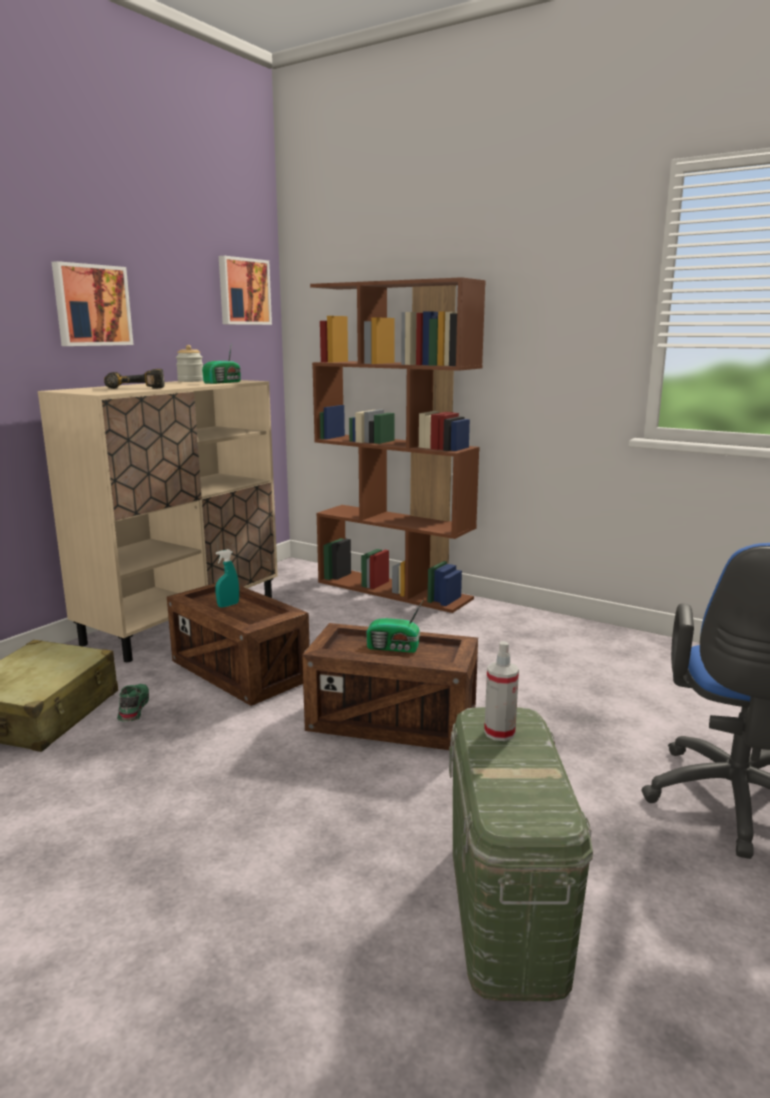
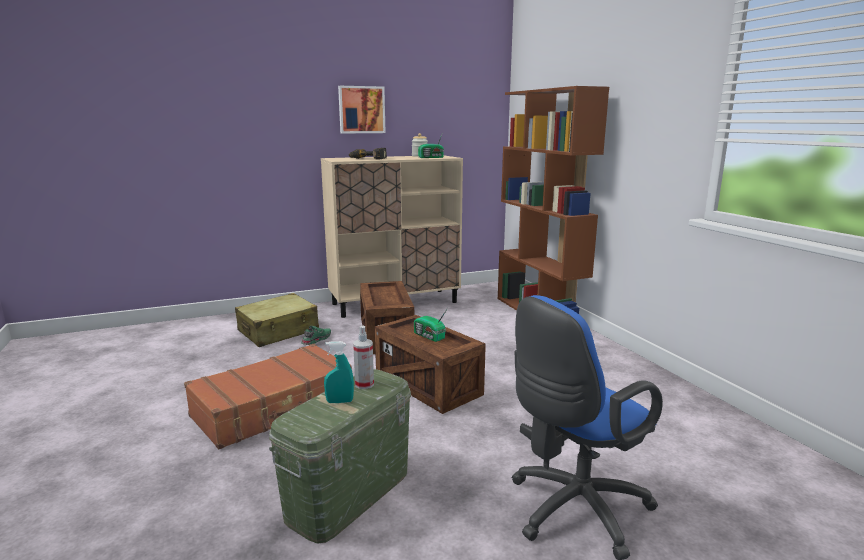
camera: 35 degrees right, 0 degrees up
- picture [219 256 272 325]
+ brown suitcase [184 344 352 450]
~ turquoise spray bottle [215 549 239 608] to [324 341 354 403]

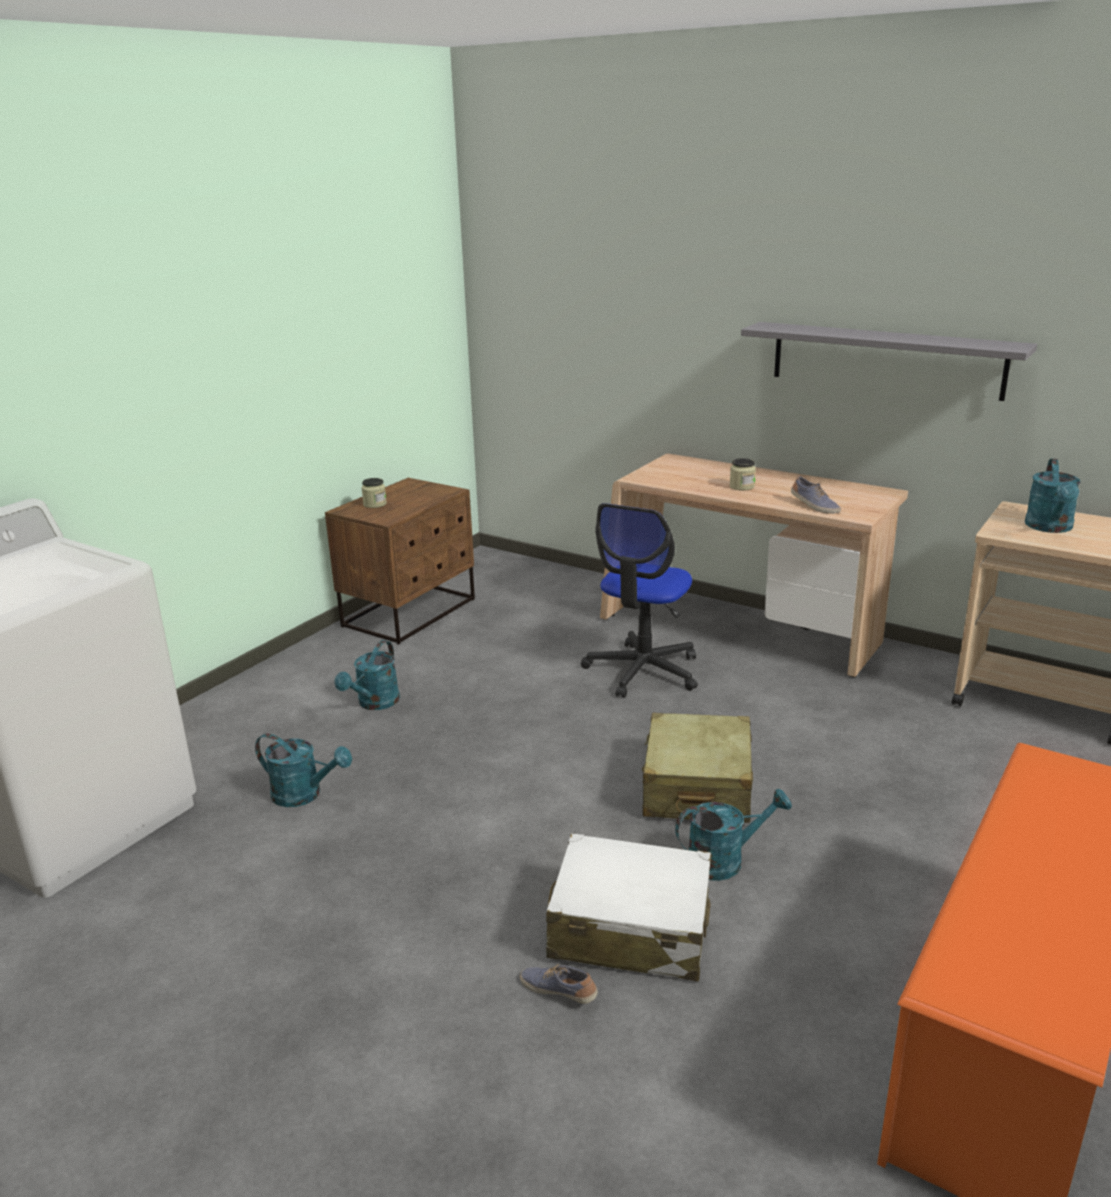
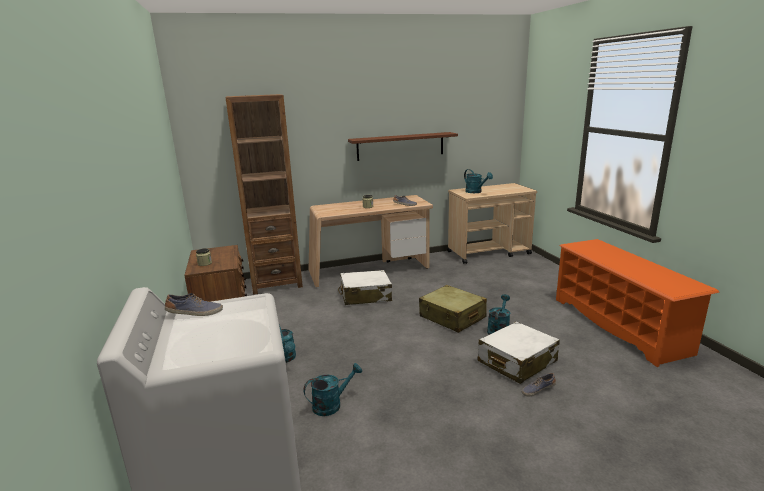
camera: 50 degrees left, 5 degrees down
+ shoe [165 293 223 316]
+ brown bookcase [225 94 303 295]
~ office chair [581 503 698 698] to white suitcase [338 270 392 305]
~ grey shelf [741 322 1037 401] to brown shelf [348 132 458 161]

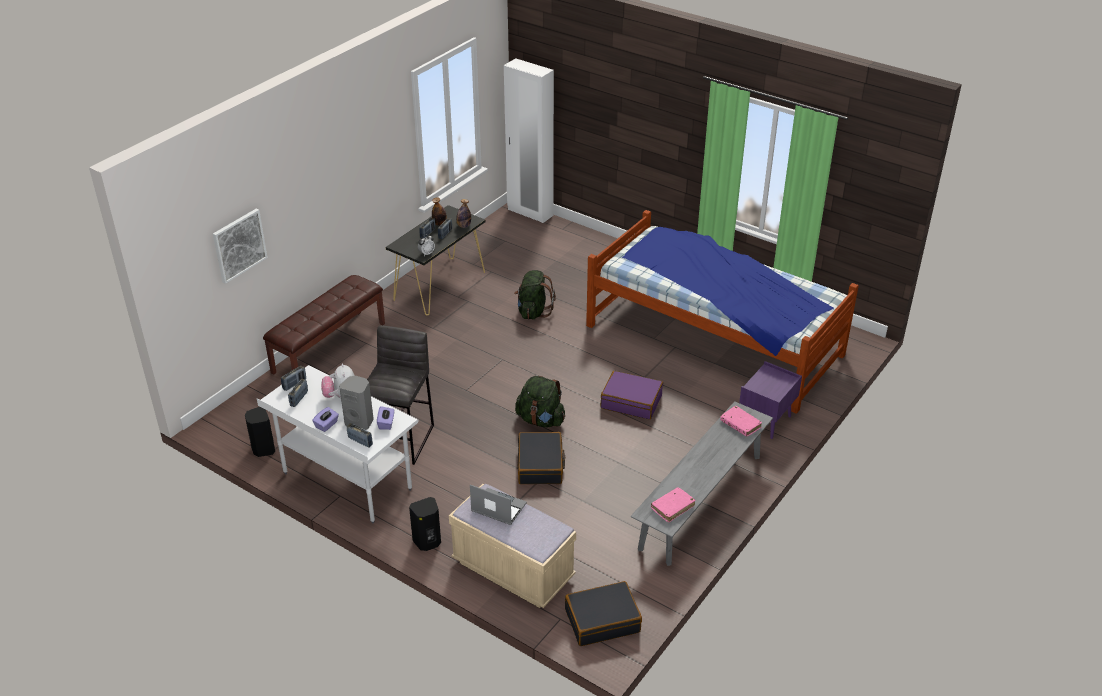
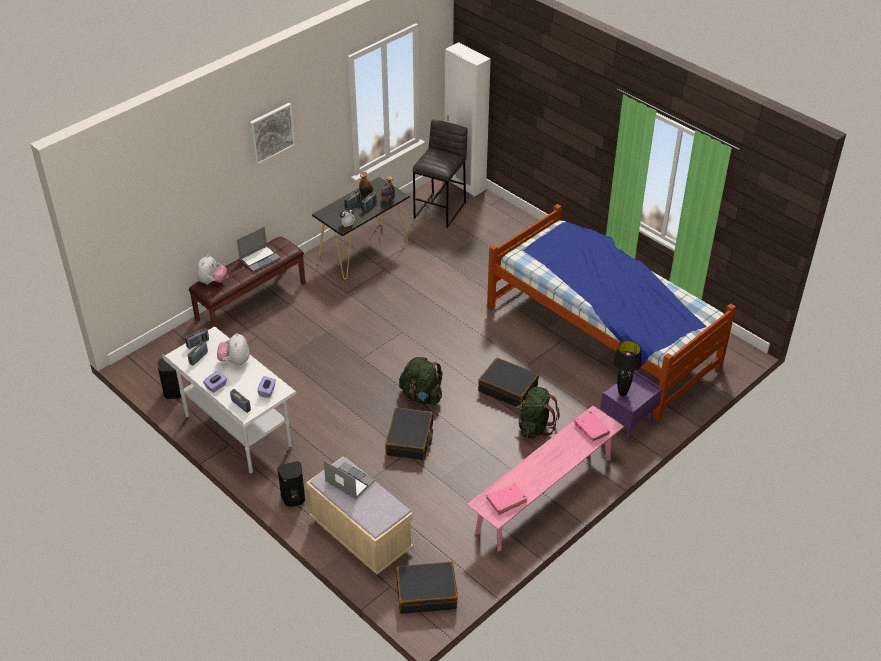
camera: 10 degrees right, 5 degrees up
- grey speaker [339 376 374 430]
+ plush toy [197 255 227 284]
+ laptop [237 227 281 272]
+ black table lamp [613 341 642 396]
~ picture [213 209 268 284] to [250 103 295 165]
~ grey stool [367 325 434 465] to [413 119 467 228]
~ green backpack [514 270 556 320] to [516 387 560 439]
~ purple suitcase [600 371 663 419] to black suitcase [478 358 539 407]
~ grey bench [631 401 773 566] to pink bench [467 406 624 551]

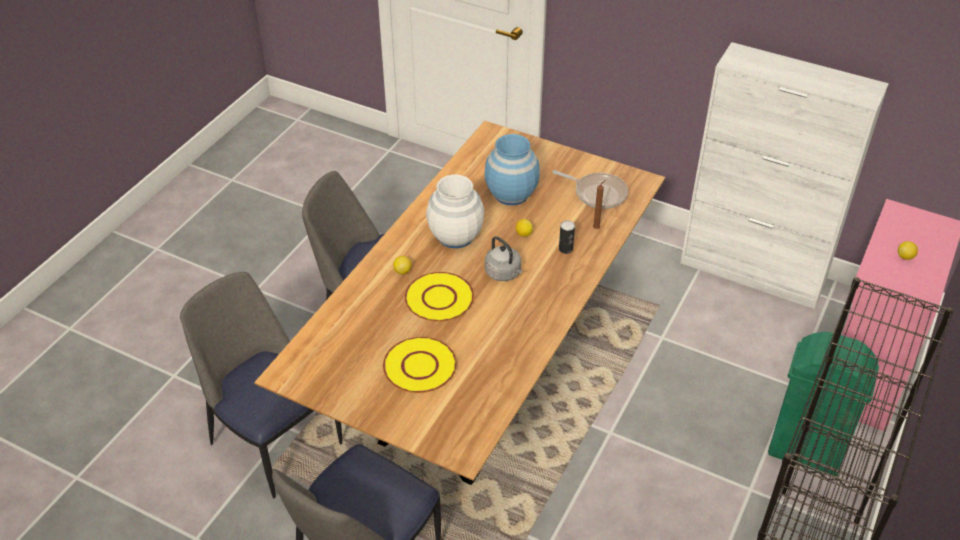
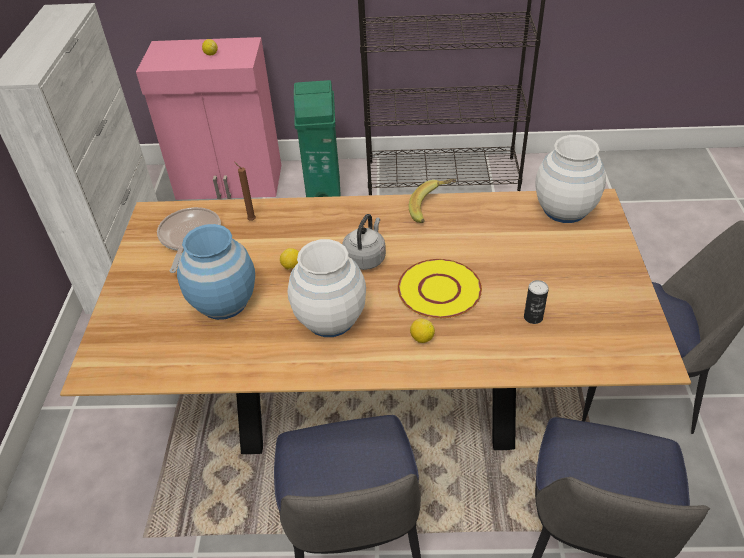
camera: 115 degrees left, 0 degrees up
- yellow plate [383 337 457 393]
+ banana [409 179 456 223]
+ white vase [535 135 606 223]
~ can [559 220 575 254] to [524 280 549 324]

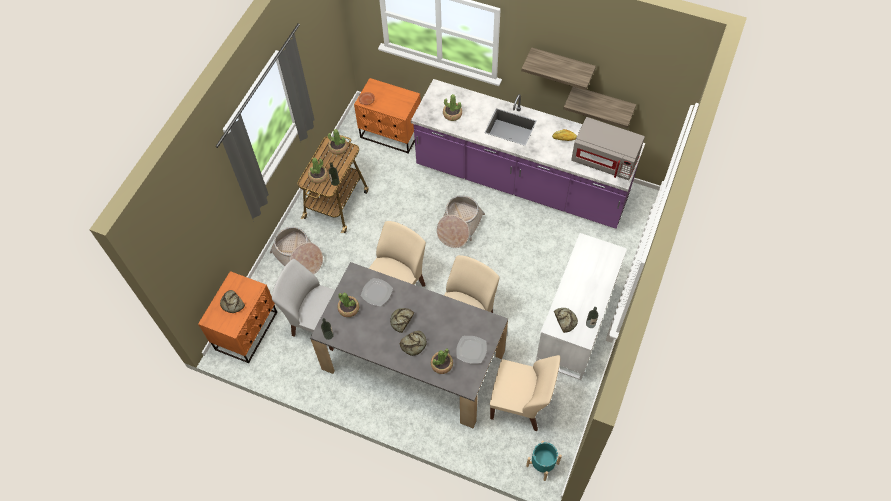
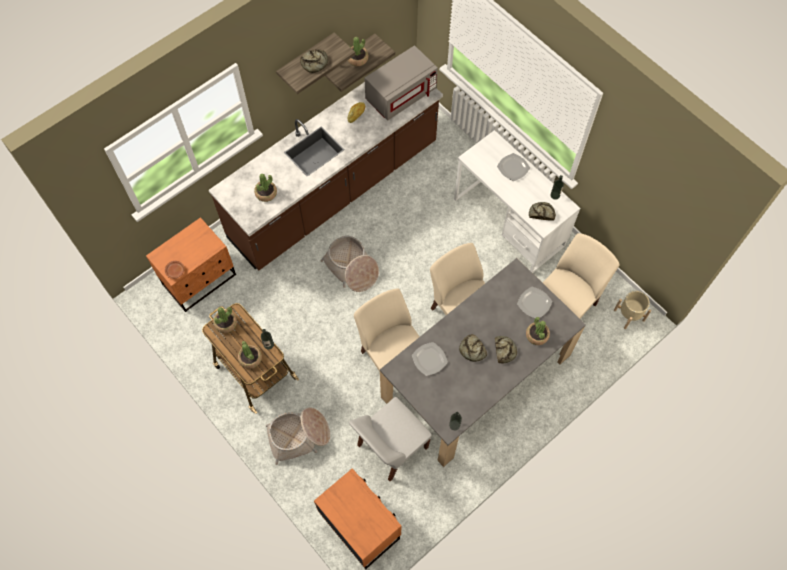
camera: 65 degrees left, 5 degrees up
+ plate [497 153 530 181]
~ bread [220 290 245 313] to [300 49 328 73]
~ potted plant [338 293 359 317] to [348 37 369 66]
~ purple counter [411 79 645 229] to brown counter [209 82 443 270]
~ turquoise planter [526 441 562 481] to beige planter [614 291 651 329]

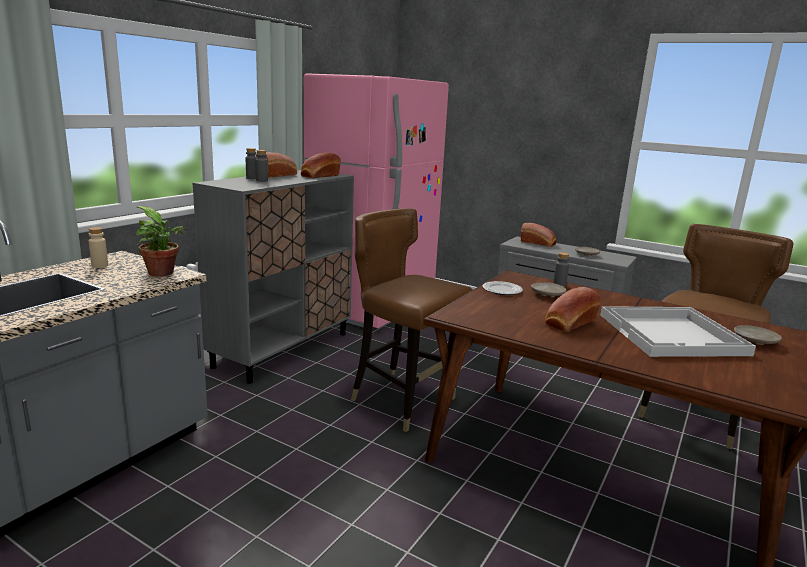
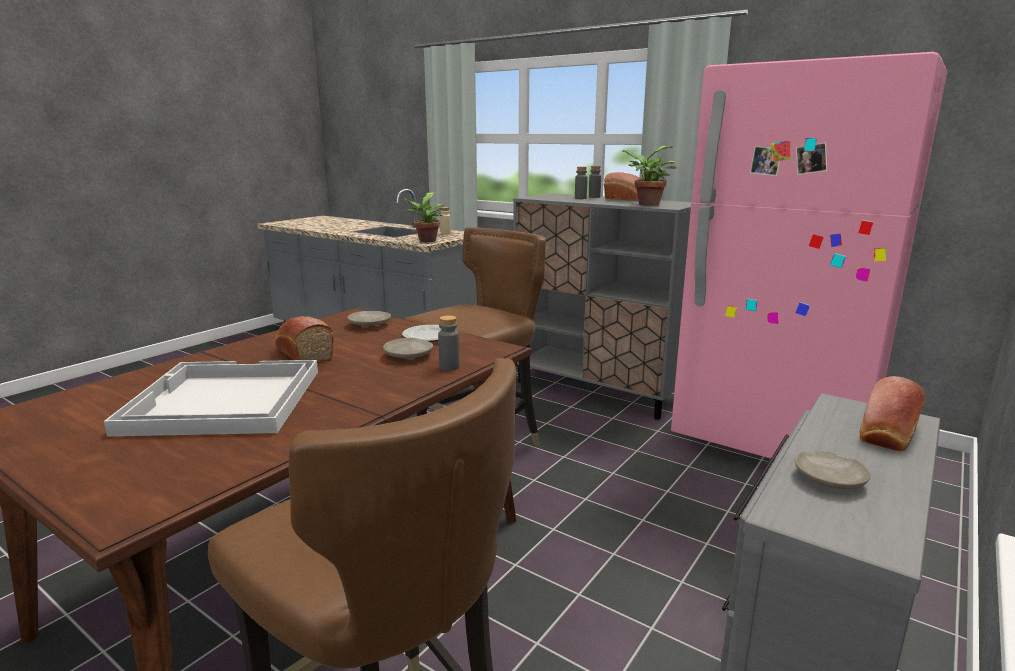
camera: 95 degrees right, 0 degrees up
~ beige plate [734 325 782 345] to [348 311 391 328]
~ bread [301 152 341 178] to potted plant [622 146 677 206]

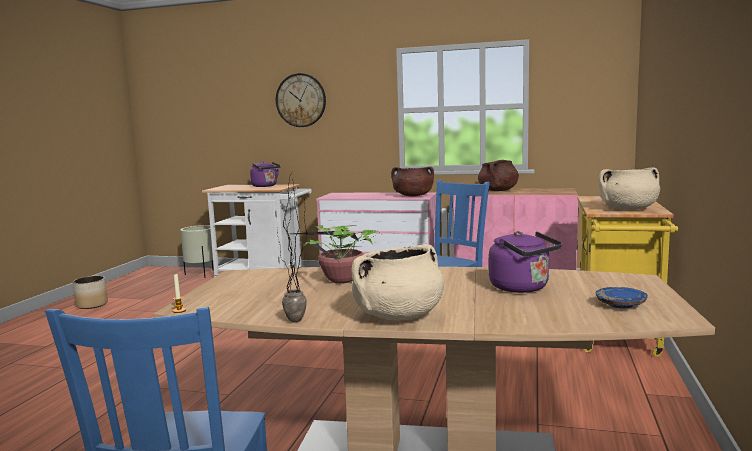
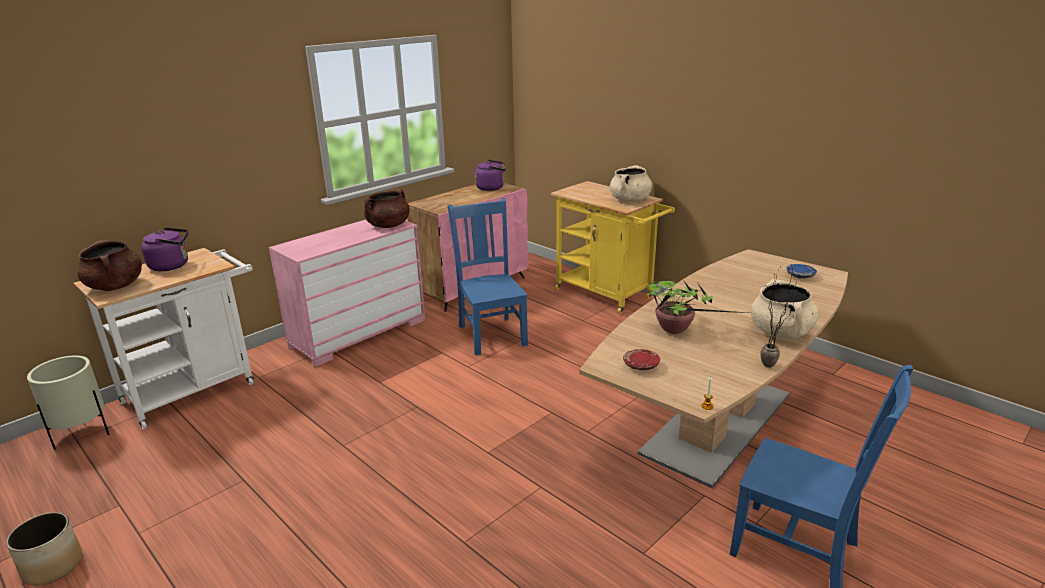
camera: 60 degrees left, 15 degrees up
- wall clock [276 73 326 127]
+ red plate [623 349 660 370]
~ brown cooking pot [478 160 519 191] to [77 240 142 291]
~ purple kettle [489 231 562 293] to [475 160 506 191]

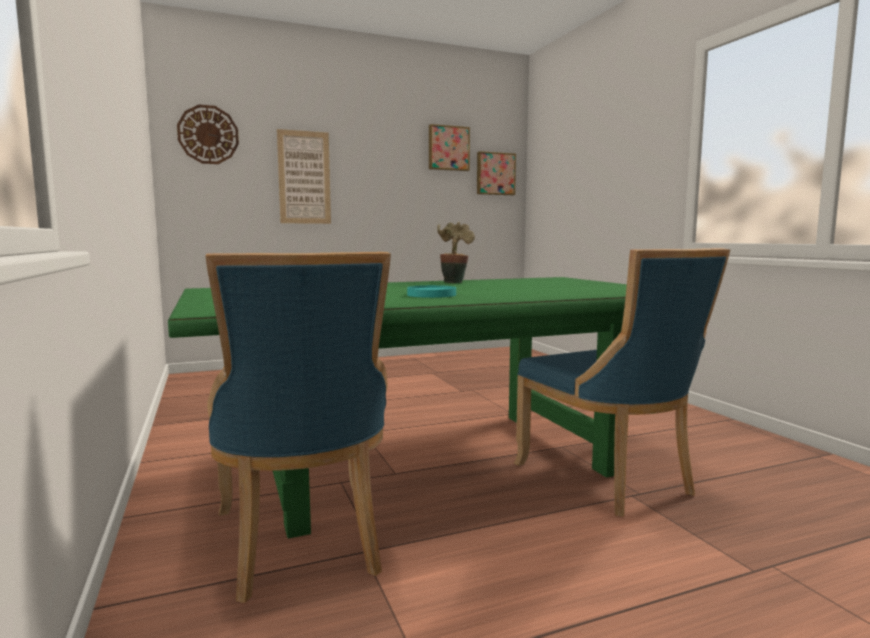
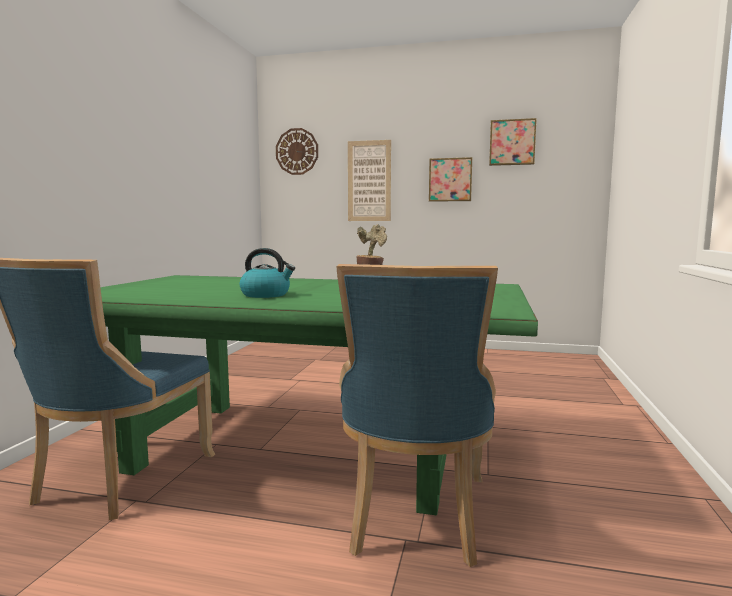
camera: 35 degrees right, 0 degrees up
~ picture [477 151 516 195] to [429 157 472 202]
~ turquoise plate [407 285 456 298] to kettle [240 248 295 298]

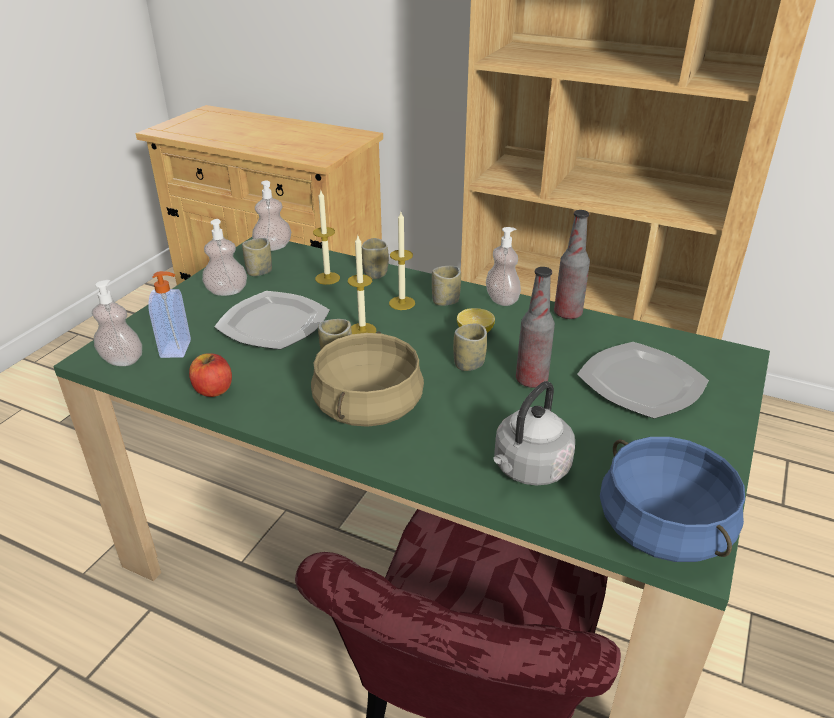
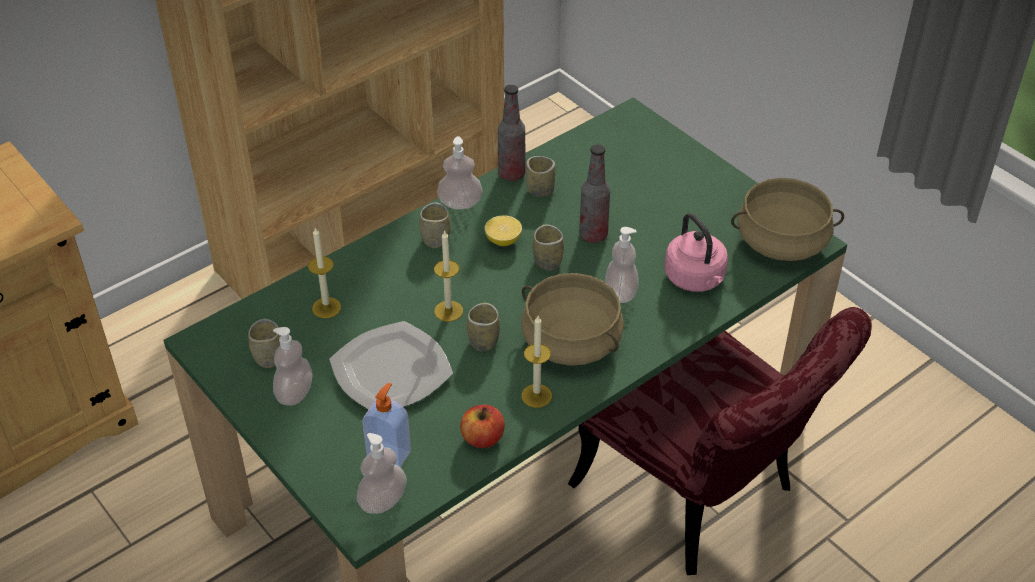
camera: 65 degrees left, 10 degrees up
- plate [577 342 709 419]
~ soap dispenser [252 181 291 251] to [605 227 639 303]
~ cup [362 238 389 279] to [526 156 556 197]
~ candle [389 212 415 310] to [522 316 552 408]
~ grey kettle [493 381 575 486] to pink kettle [665 213 728 292]
~ blue cooking pot [600 437 745 562] to beige cooking pot [731 178 844 261]

